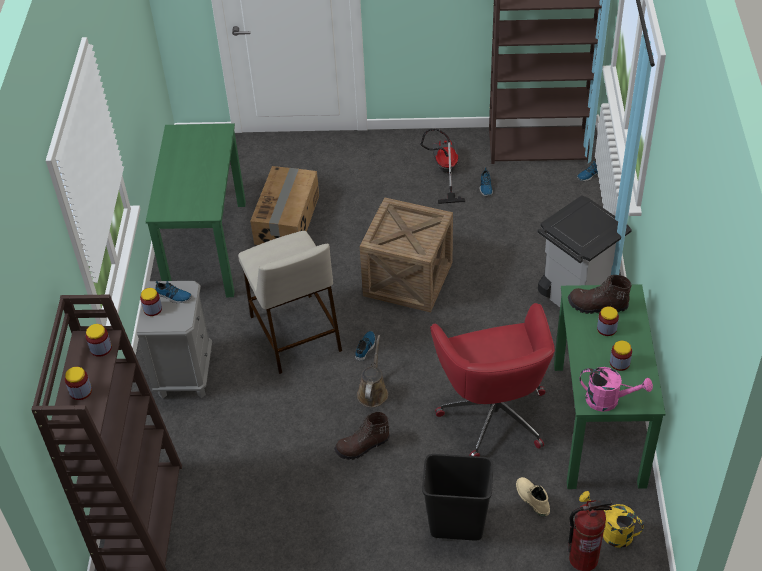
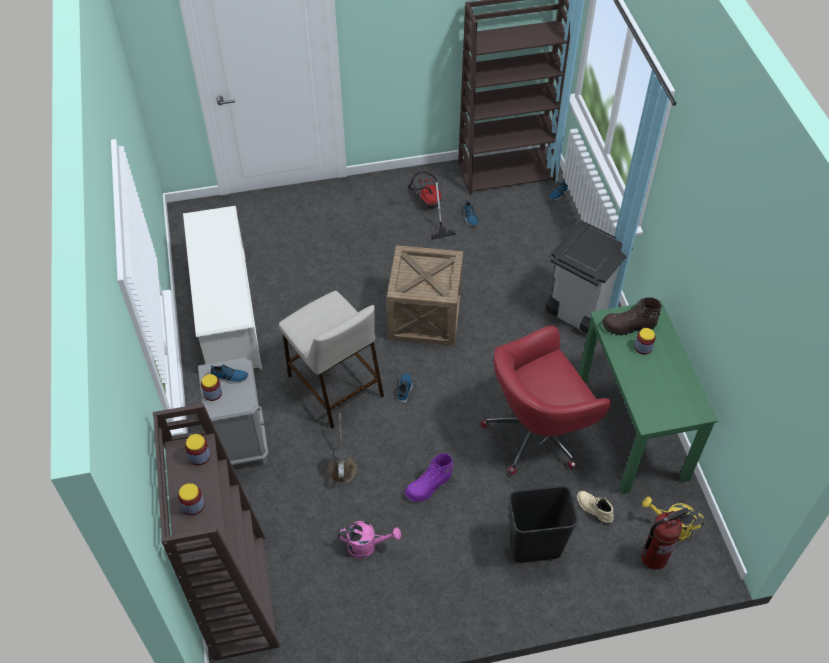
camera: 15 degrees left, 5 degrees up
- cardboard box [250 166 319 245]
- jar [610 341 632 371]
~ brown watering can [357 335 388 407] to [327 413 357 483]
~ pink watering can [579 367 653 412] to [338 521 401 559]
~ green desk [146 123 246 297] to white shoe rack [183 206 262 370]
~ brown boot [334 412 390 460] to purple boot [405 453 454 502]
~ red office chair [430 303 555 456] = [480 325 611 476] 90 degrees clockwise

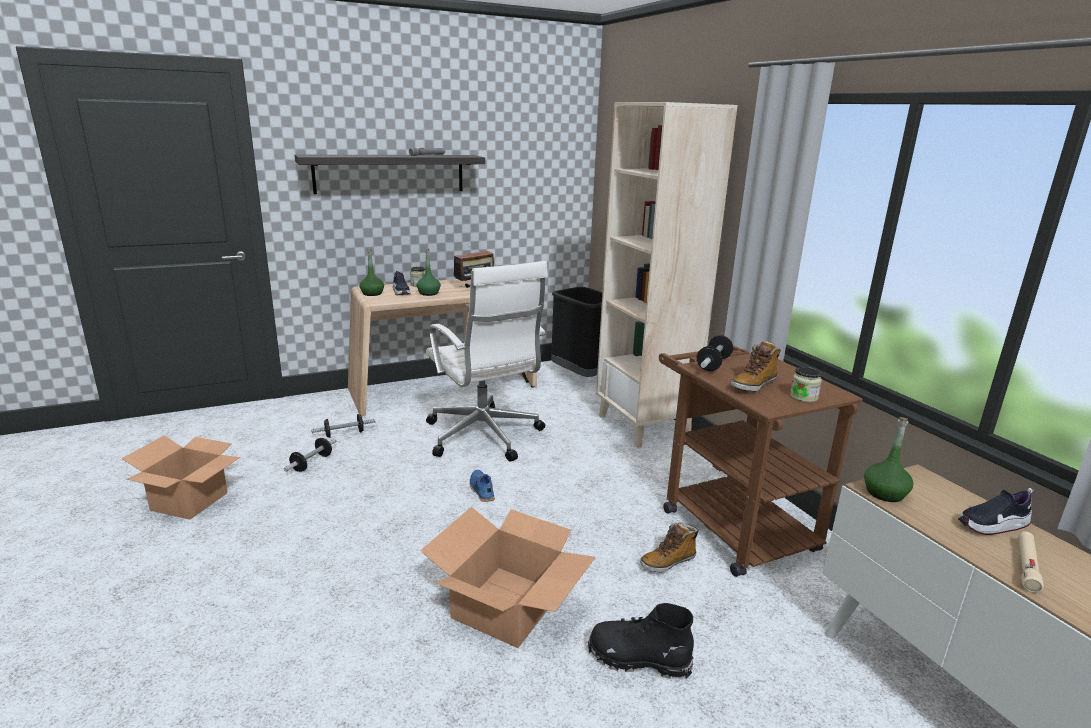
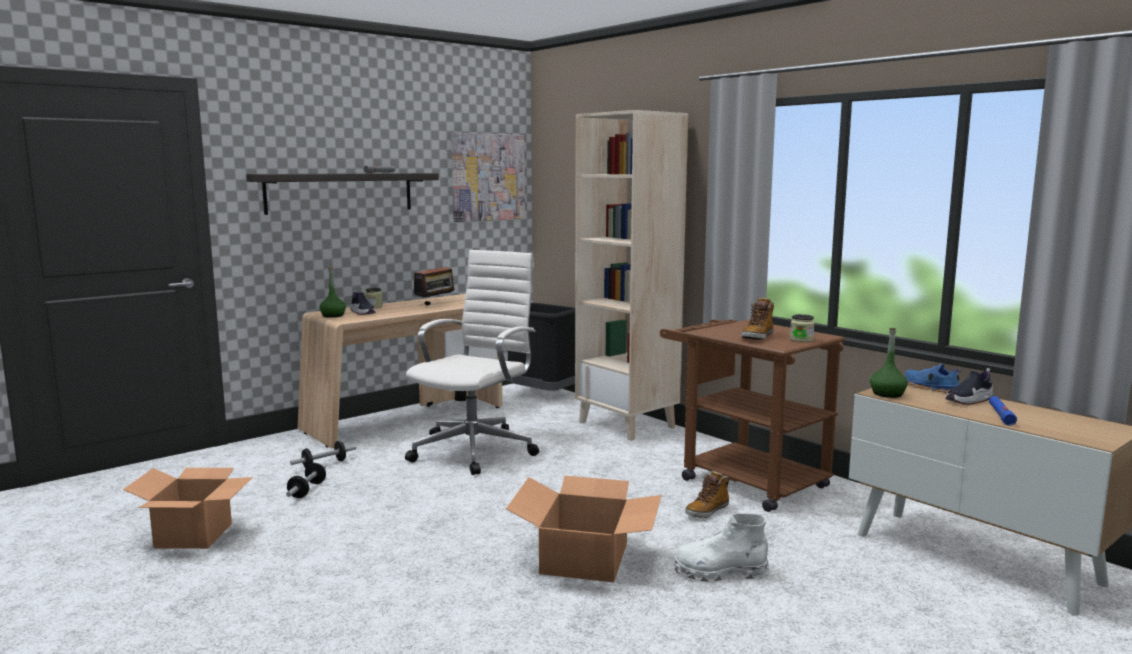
camera: 15 degrees left, 10 degrees down
- green bottle [417 248 441 296]
- dumbbell [697 335 733 371]
+ picture [451 133 525 222]
~ blue shoe [469 470 495 502] to [904 364 961 393]
~ black boot [587 603 694 679] to white boot [674 513 770 582]
~ beige flashlight [1018 532 1044 593] to blue flashlight [989 396 1017 426]
~ white office chair [426 261 548 462] = [405 250 539 475] 105 degrees counterclockwise

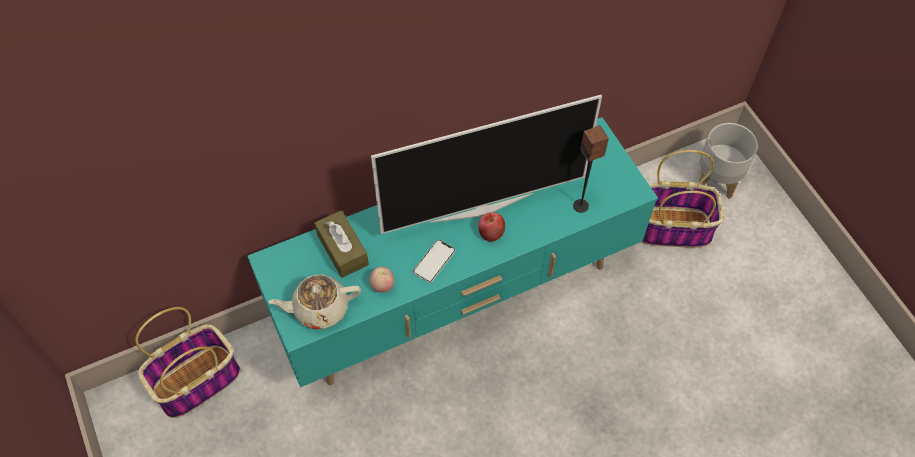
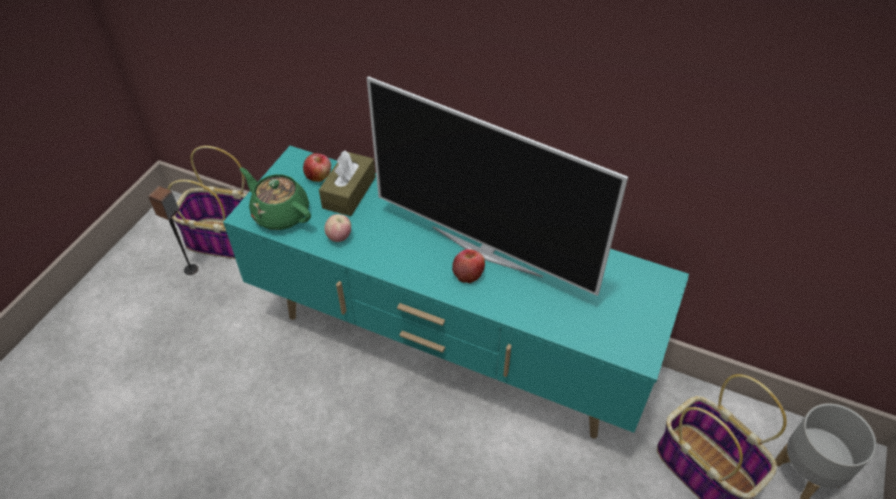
camera: 50 degrees right, 10 degrees down
- phone [413 239 456 283]
+ apple [303 153 331 182]
~ speaker [573 125 609 213] to [148 186 198 275]
~ beige teapot [268 275 361 329] to green teapot [240 168 311 230]

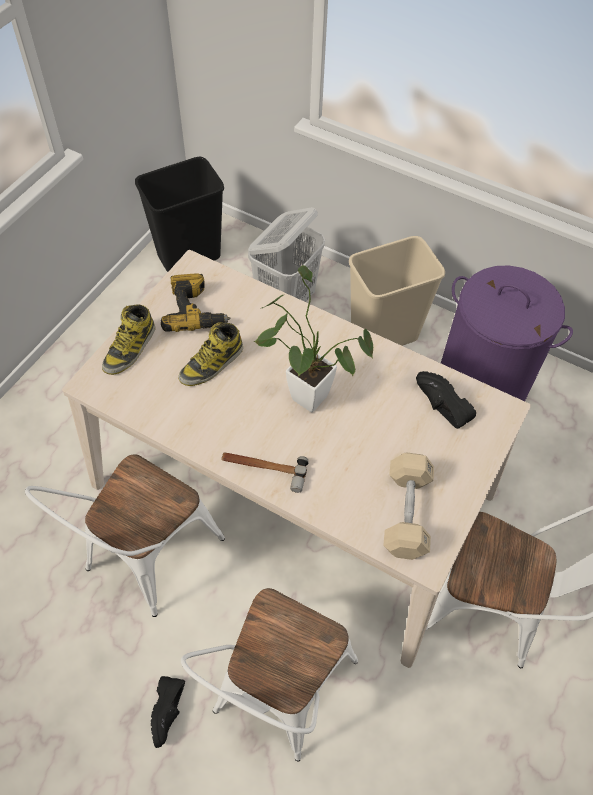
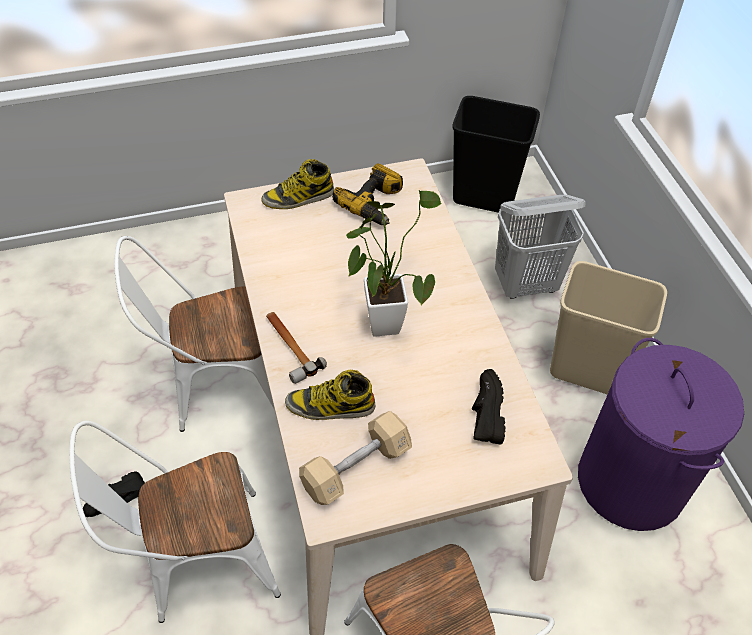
camera: 45 degrees right, 5 degrees down
~ boot [178 322 243 386] to [285 370 375 420]

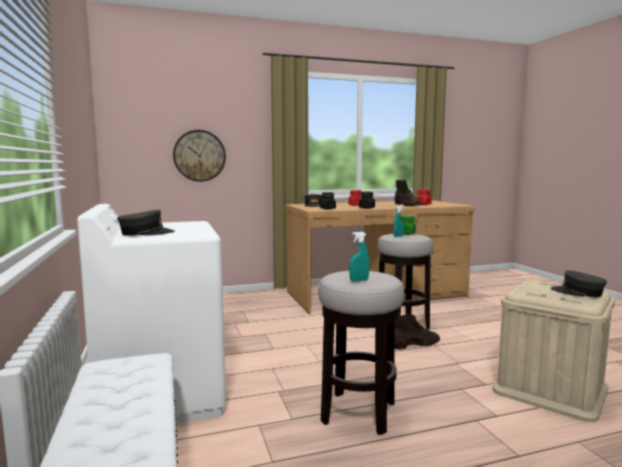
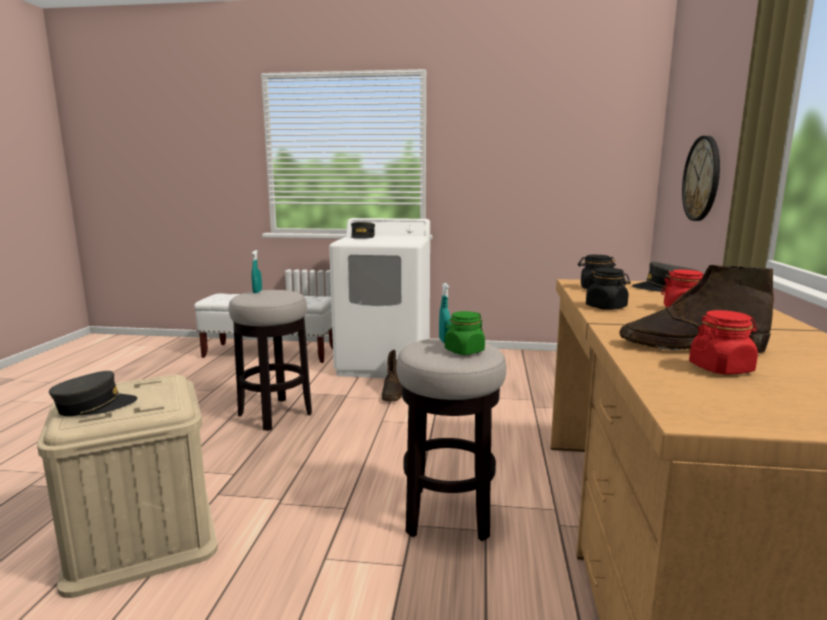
camera: 115 degrees right, 5 degrees up
~ brown boot [395 313 440 350] to [382 350 402 402]

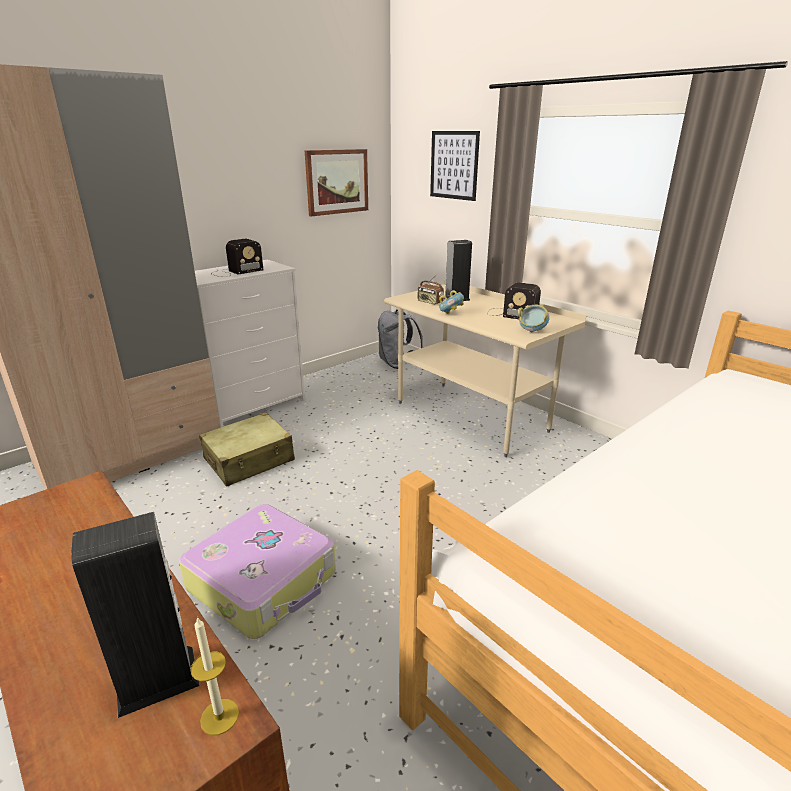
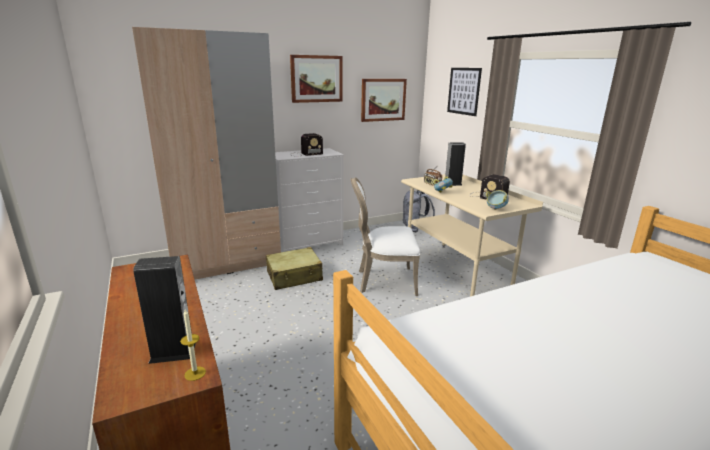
camera: 15 degrees right, 5 degrees down
- suitcase [179 504 336 639]
+ picture [290 55 343 103]
+ white chair [350 177 420 296]

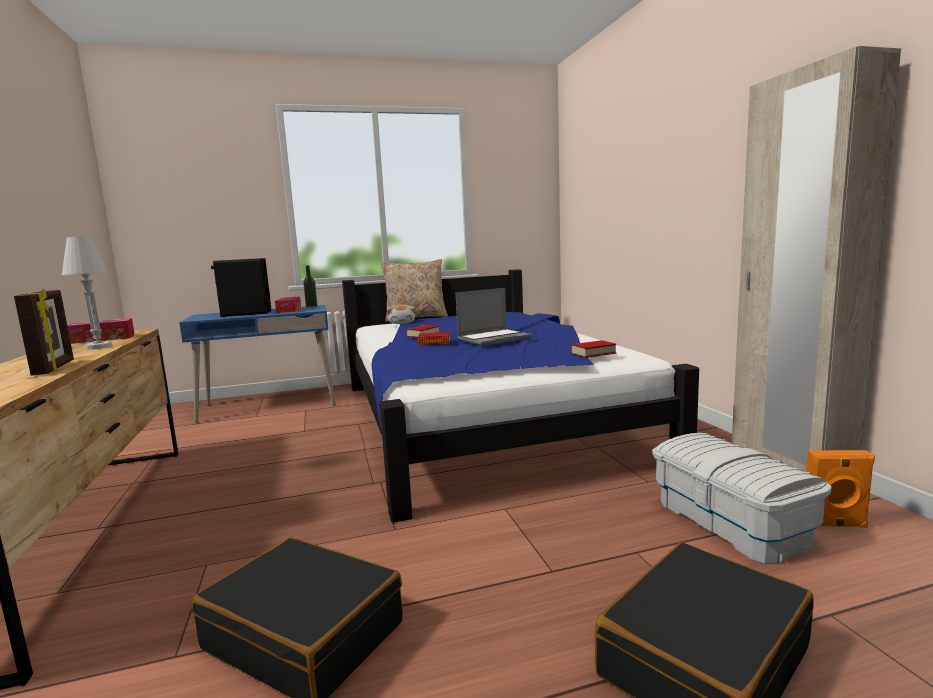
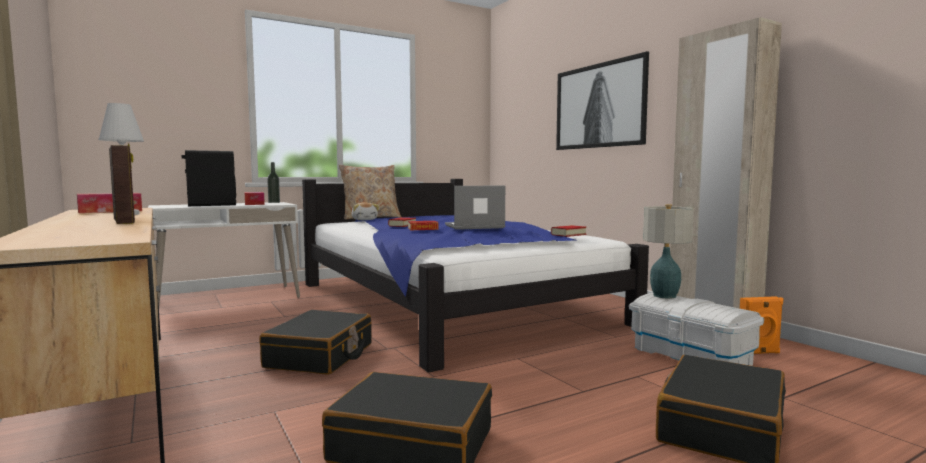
camera: 15 degrees left, 5 degrees down
+ black suitcase [259 310 372 375]
+ picture [556 51 649 150]
+ table lamp [643 204 694 299]
~ blue desk [179 305 336 423] to white desk [148 202 300 305]
~ laptop [456 288 532 346] = [445 186 505 230] 150 degrees counterclockwise

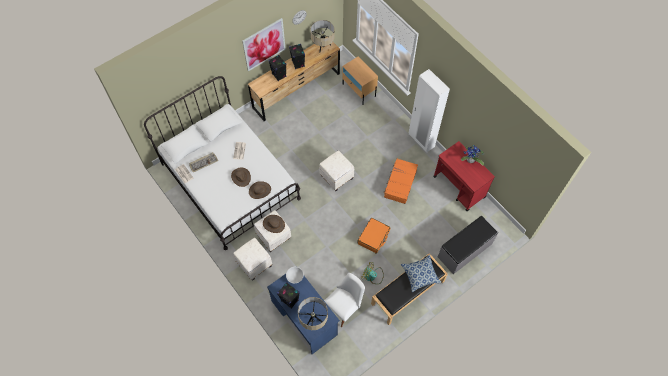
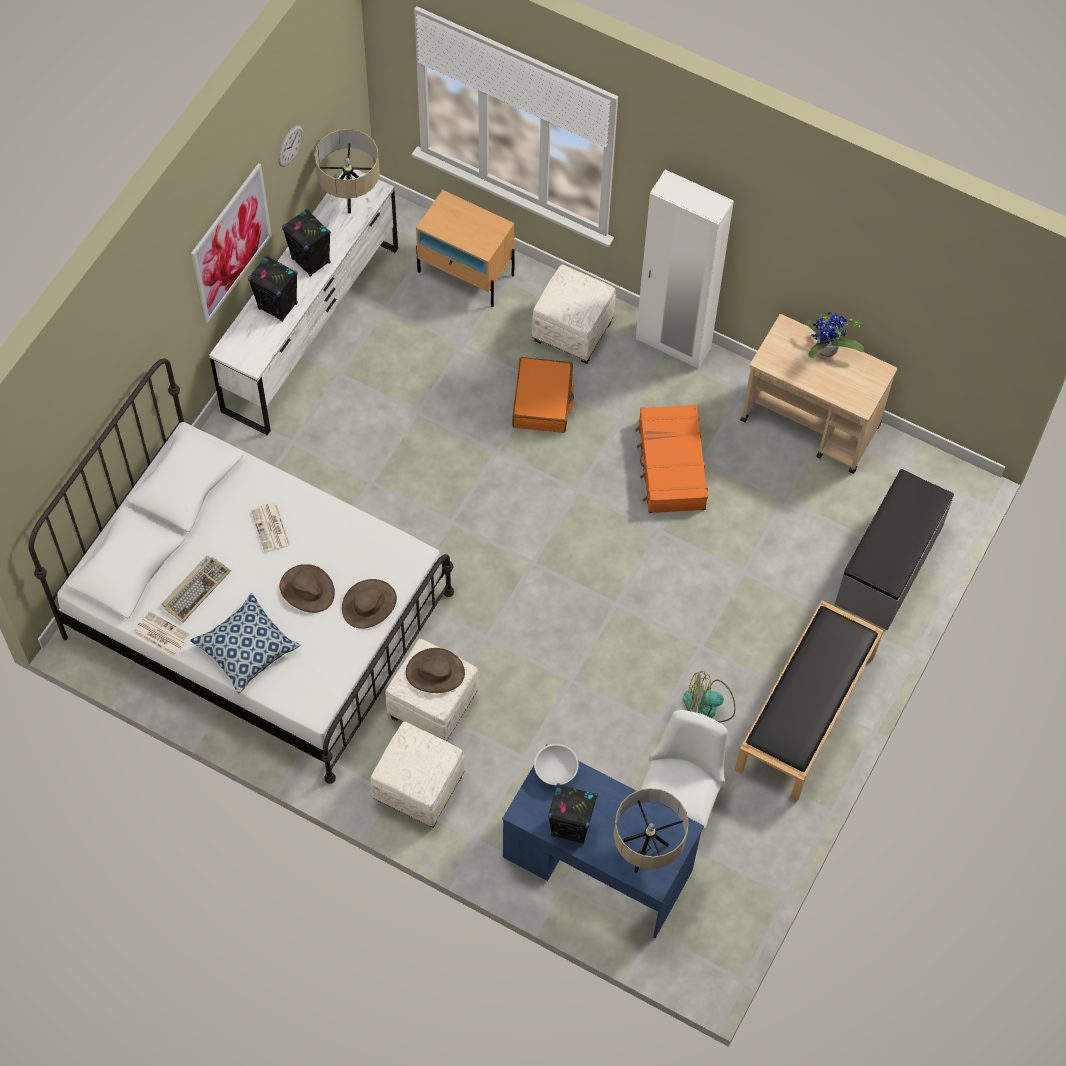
camera: 25 degrees left, 0 degrees up
~ white ottoman [319 151 354 191] to [532 265 616 364]
~ orange suitcase [358 218 390 254] to [512 357 574 433]
~ pillow [401 255 442 292] to [190 593 300 694]
~ brown dresser [248 37 340 121] to white dresser [209 169 398 435]
~ red cart [433 141 495 211] to beige cart [740 314 897 474]

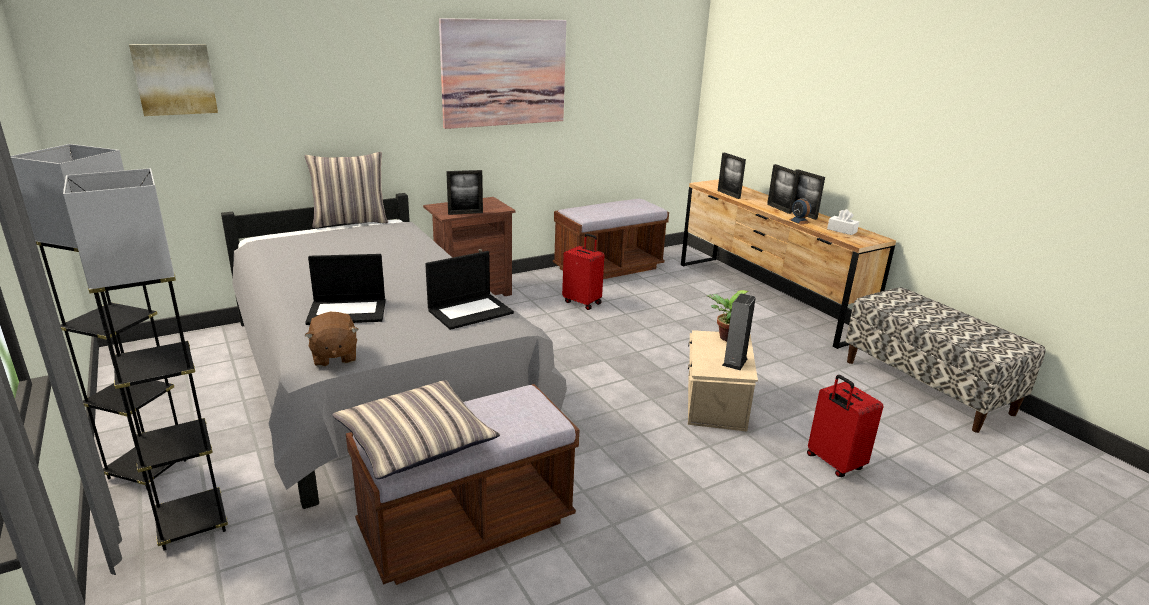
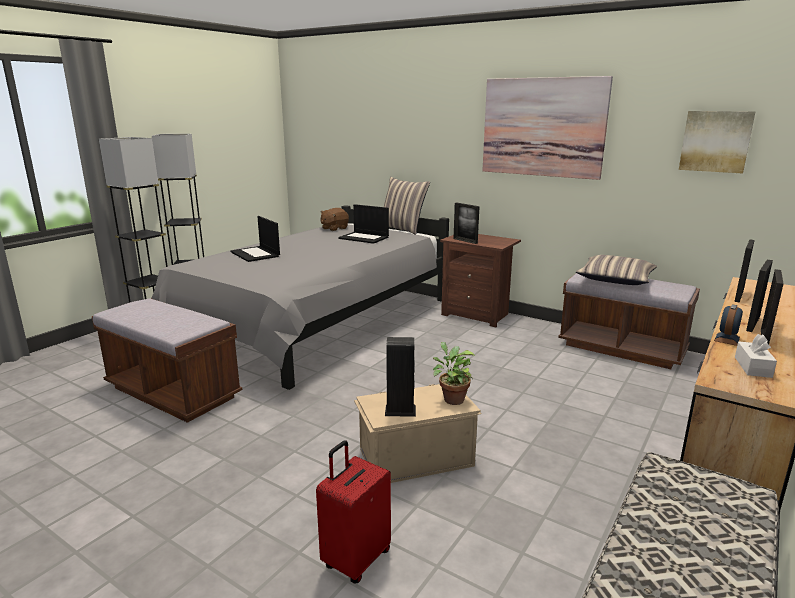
camera: 65 degrees right, 5 degrees down
- red suitcase [562 234 604 310]
~ picture [129 44 218 116] to [679 111 756 173]
~ brown plush toy [304 312 359 367] to [320 208 349 231]
~ pillow [332 380 500 479] to [576 255 657 285]
~ laptop [425 251 514 330] to [338 204 389 244]

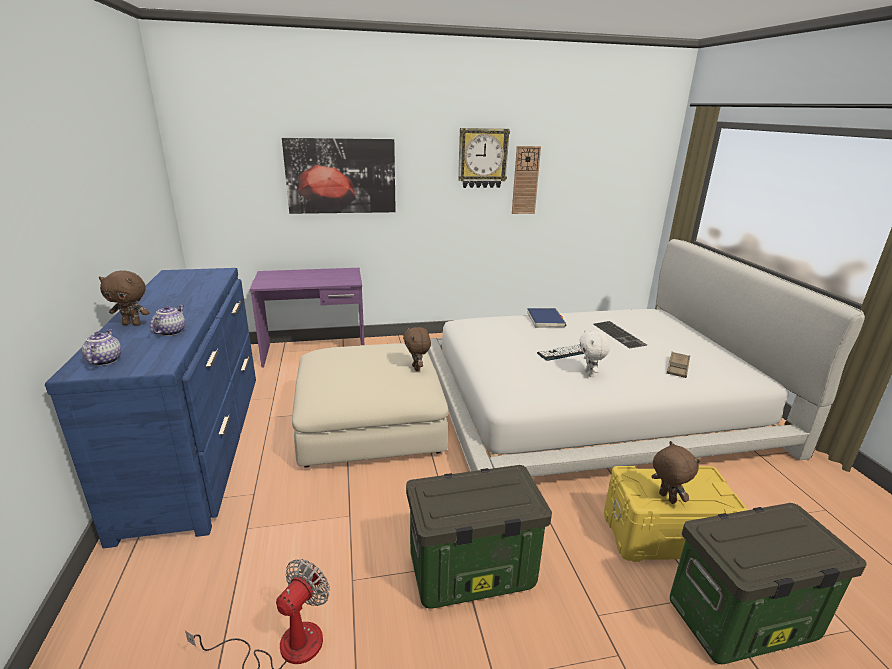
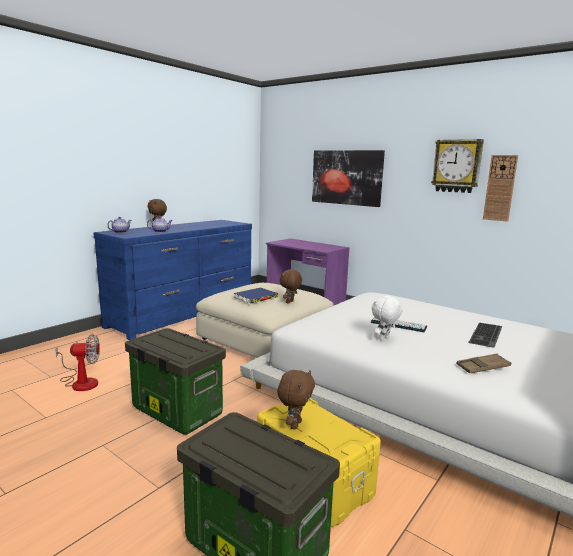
camera: 50 degrees right, 10 degrees down
~ blue book [527 308 566 328] to [234 287 278 303]

